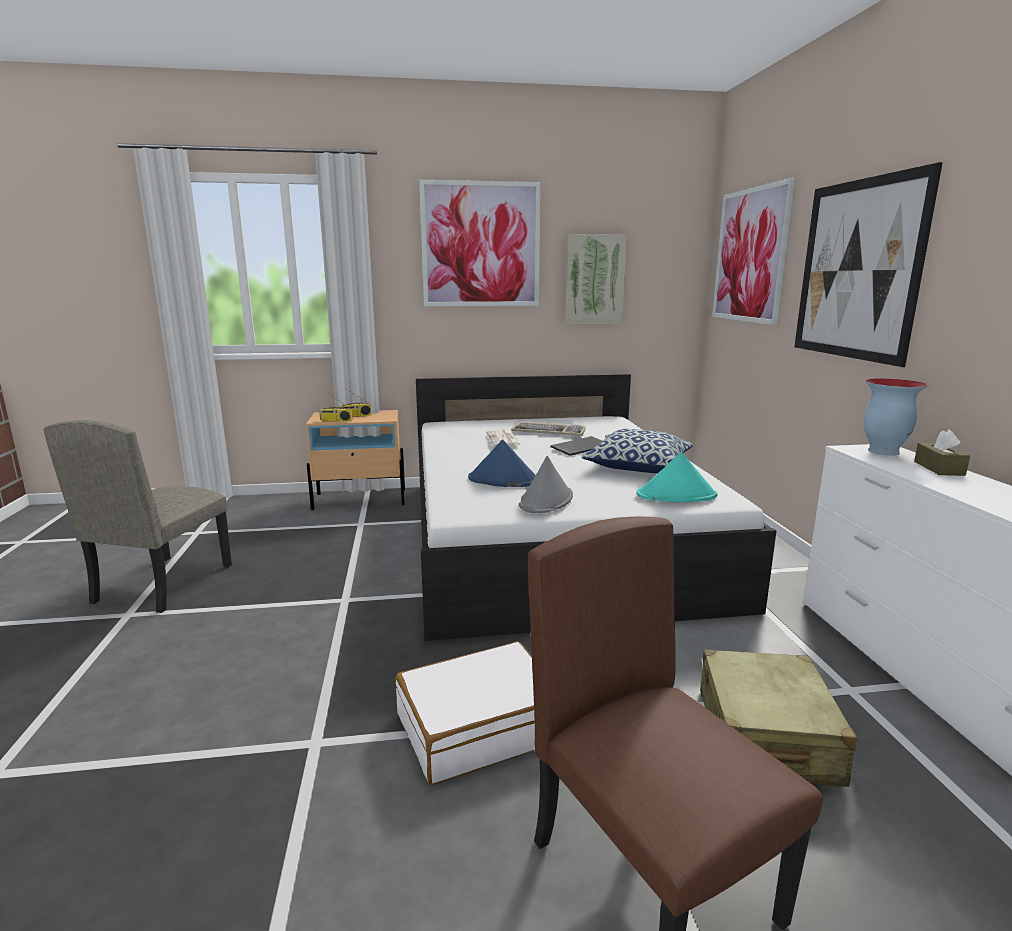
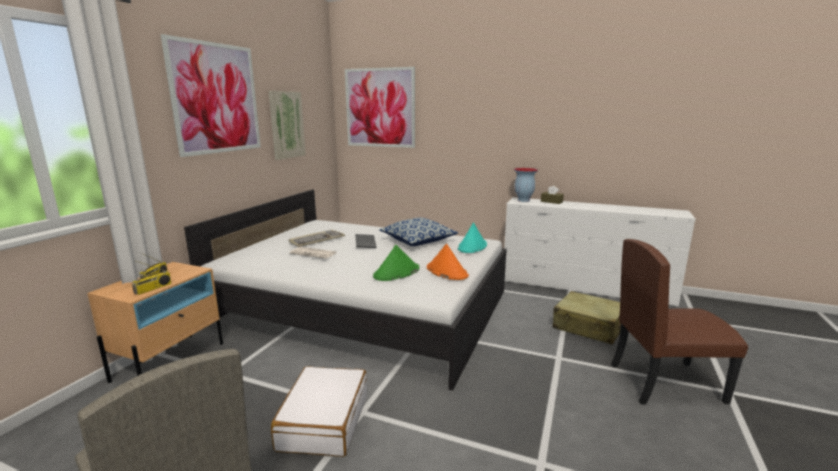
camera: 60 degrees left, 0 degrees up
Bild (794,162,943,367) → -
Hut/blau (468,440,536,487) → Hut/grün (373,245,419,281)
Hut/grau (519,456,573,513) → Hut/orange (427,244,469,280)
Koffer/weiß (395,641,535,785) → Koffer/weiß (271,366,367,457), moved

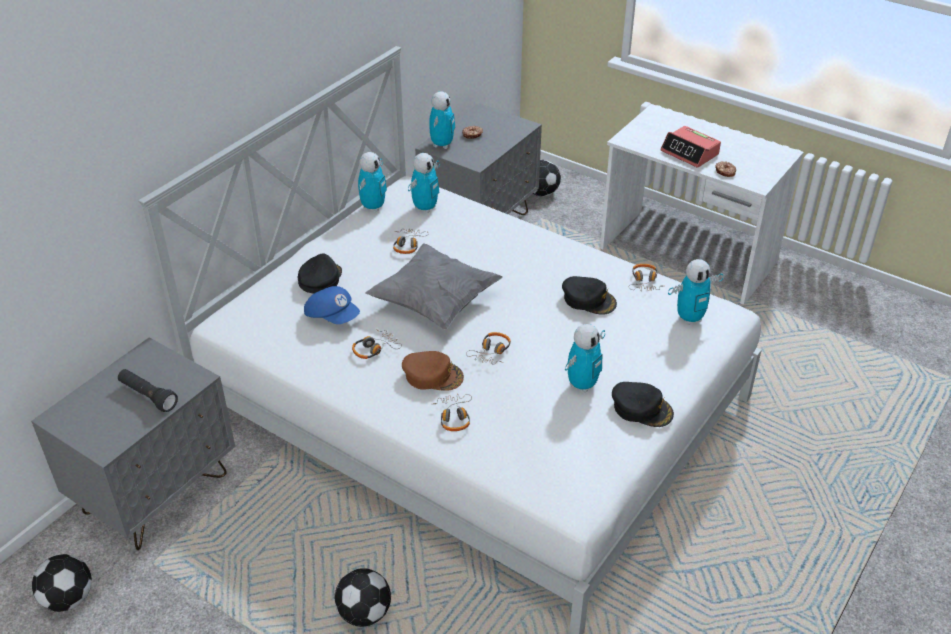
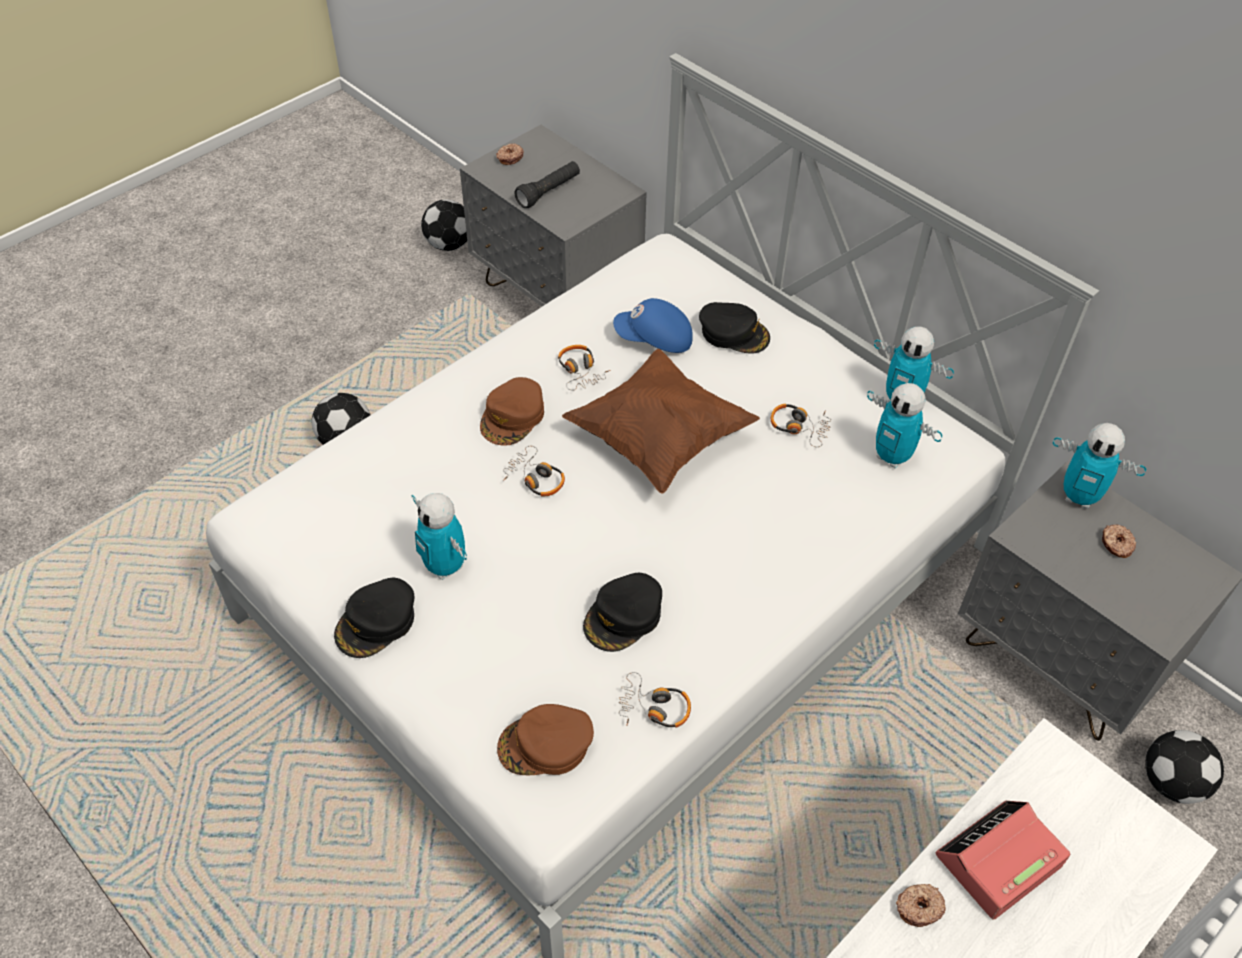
camera: 100 degrees right, 10 degrees up
Kissen/grau (365,243,503,330) → Kissen/braun (562,349,760,494)
Spielzeugroboter (668,259,723,325) → Kappe/braun (497,704,594,775)
Kappe/blau (304,286,360,324) → Kappe/blau (613,298,693,353), 45 degrees clockwise
Kopfhörer (433,394,472,431) → -
- → Donut (496,143,524,165)

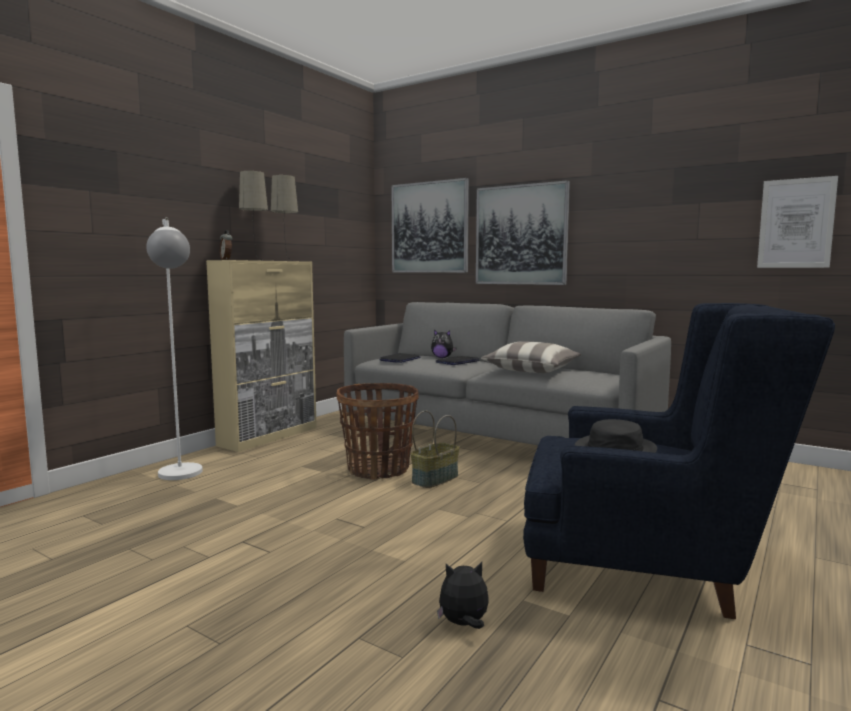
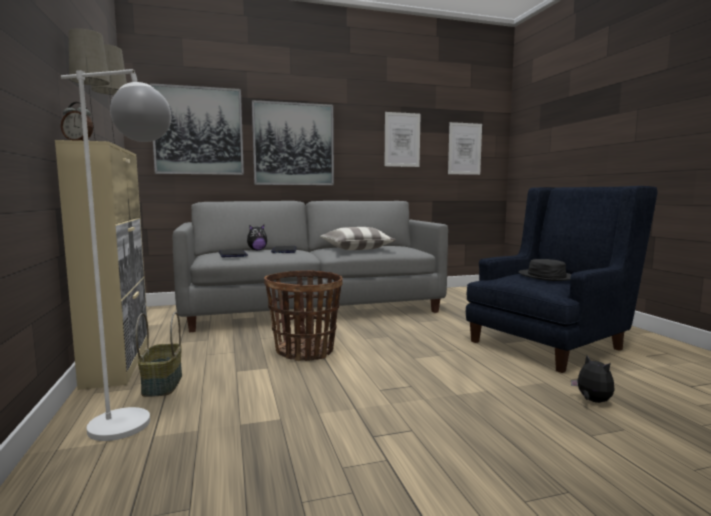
camera: 50 degrees left, 0 degrees up
Korb (410,411,459,488) → Korb (135,312,182,397), moved
Plüschtier (437,562,489,629) → Plüschtier (571,355,614,403), 120 degrees clockwise
- → Bild (385,112,421,167)

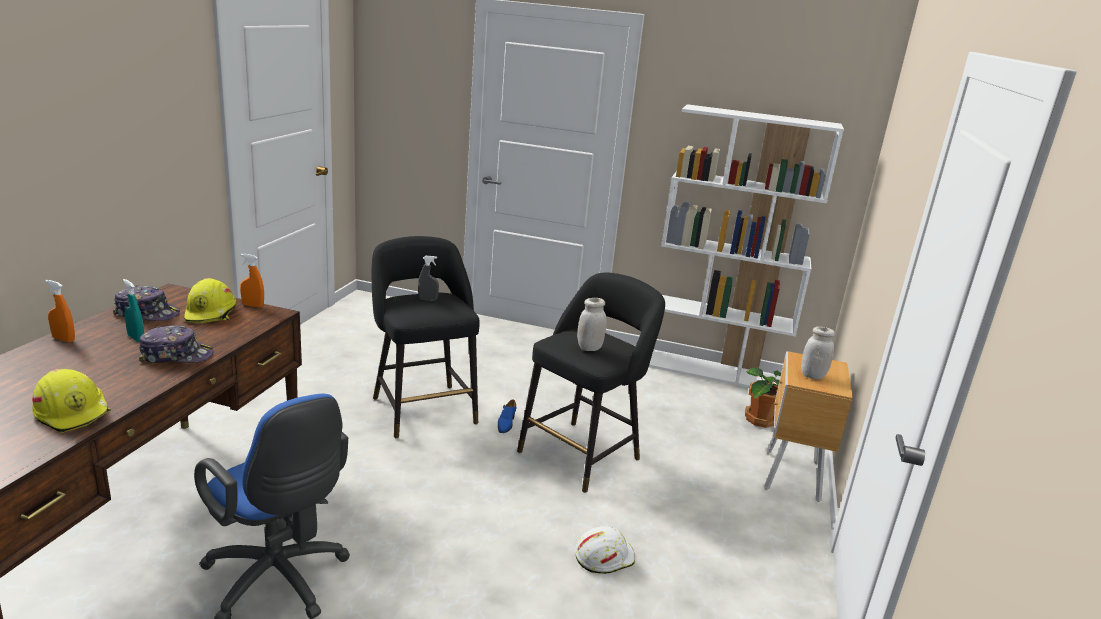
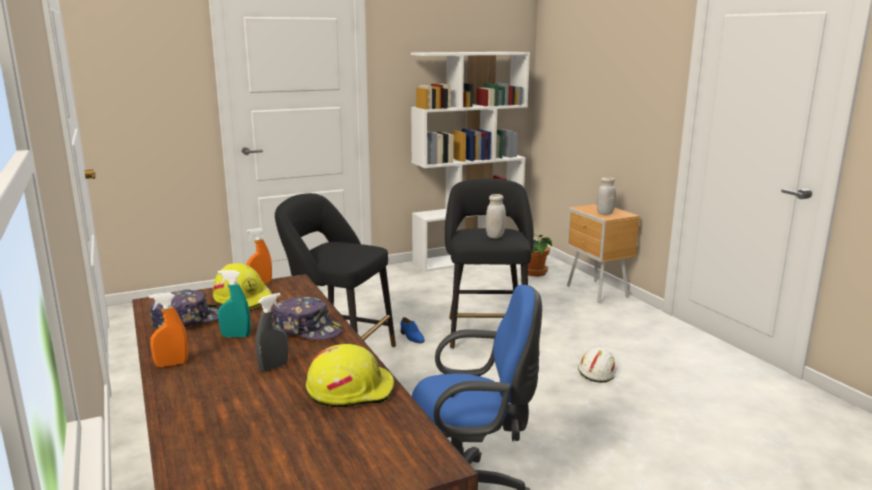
camera: 40 degrees left, 5 degrees down
Sprühflasche/grau (418,256,439,301) → Sprühflasche/grau (255,293,288,372), moved
Kappe (139,325,213,363) → Kappe (272,296,343,340), 75 degrees clockwise

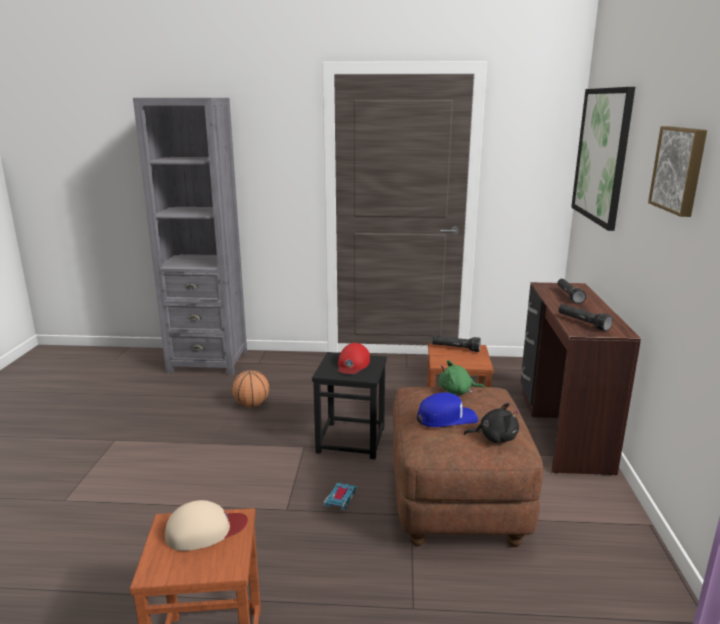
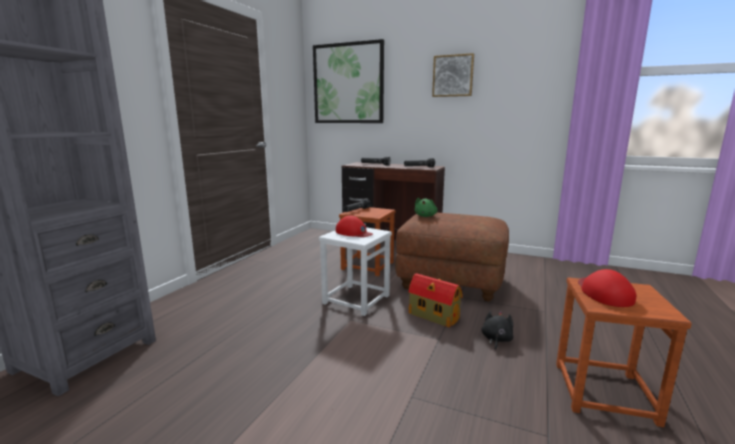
camera: 70 degrees left, 5 degrees down
Hocker/schwarz (312,352,387,459) → Hocker/weiß (319,228,392,316)
Basketball (232,370,269,407) → -
Kappe/blau (417,392,478,427) → -
Plüschtier/schwarz (464,403,519,443) → Plüschtier/schwarz (482,311,513,351), moved
Spielzeugauto (324,483,358,510) → Spielzeughaus (408,273,463,327)
Kappe/beige (165,500,248,551) → Kappe/rot (578,269,636,307)

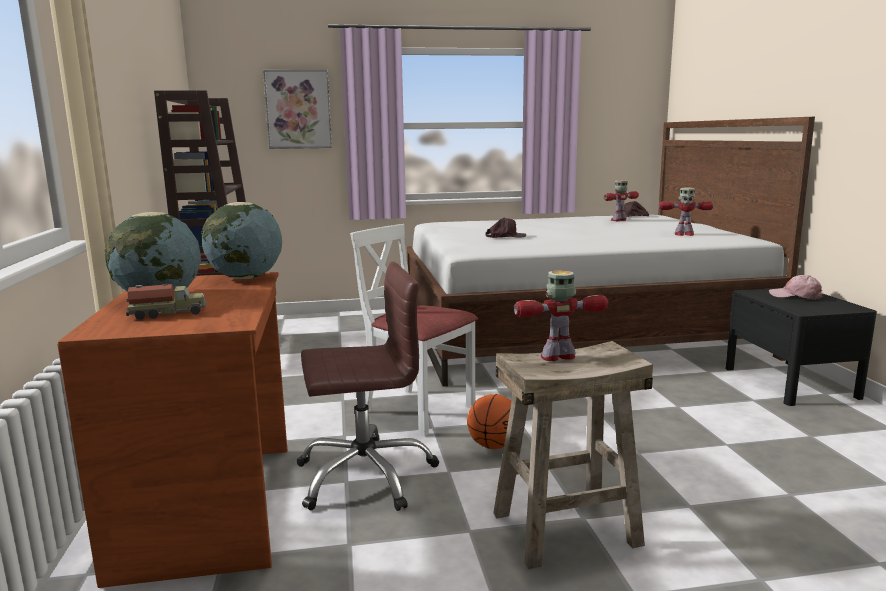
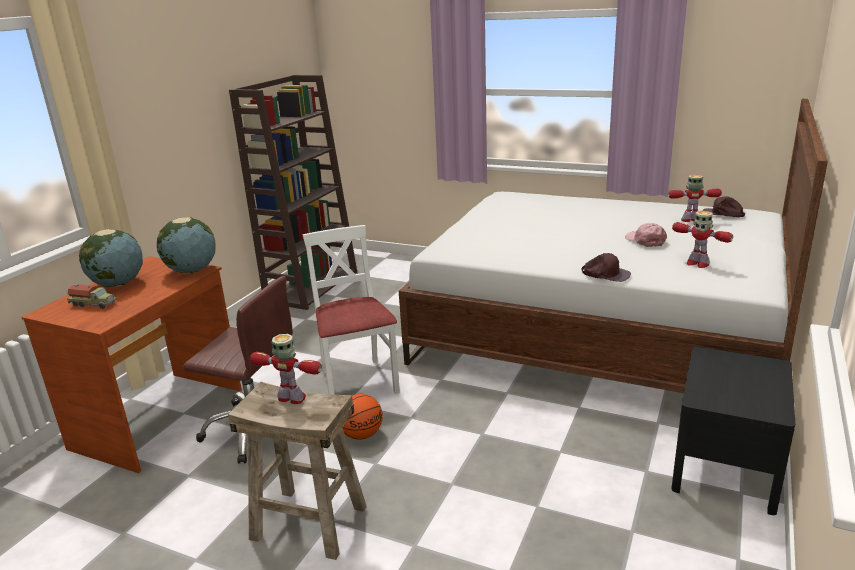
camera: 35 degrees right, 10 degrees up
Bild (263,70,332,149) → -
Kappe/braun (485,218,526,238) → Kappe/braun (582,253,631,282), moved
Kappe/rosa (769,275,823,300) → Kappe/rosa (625,223,667,247), moved

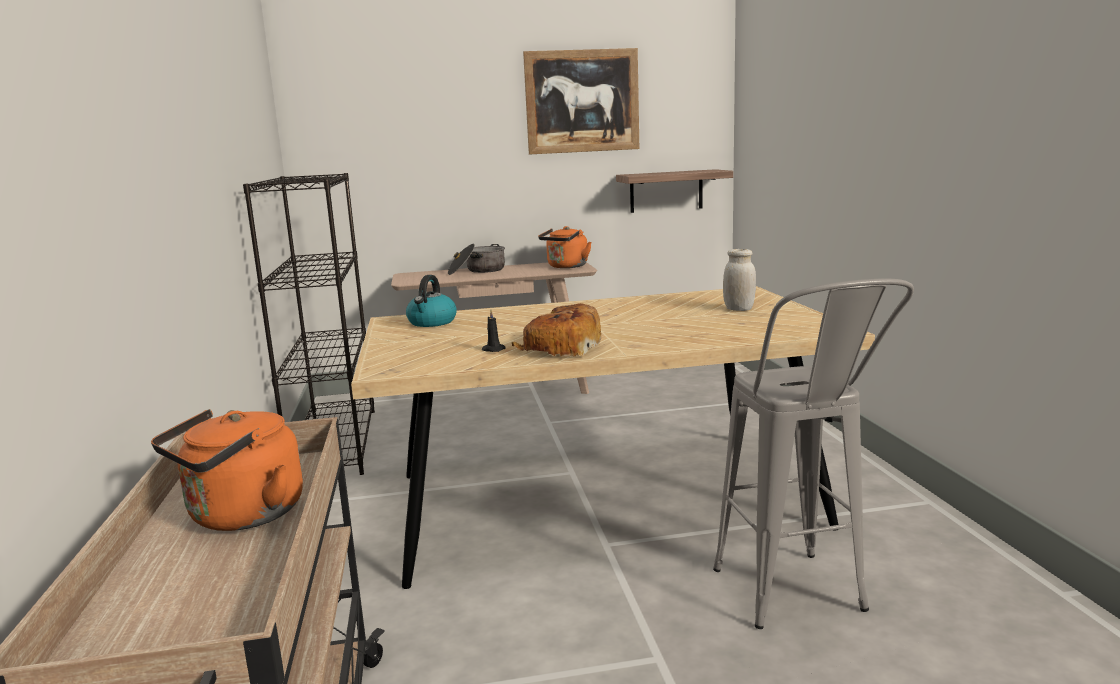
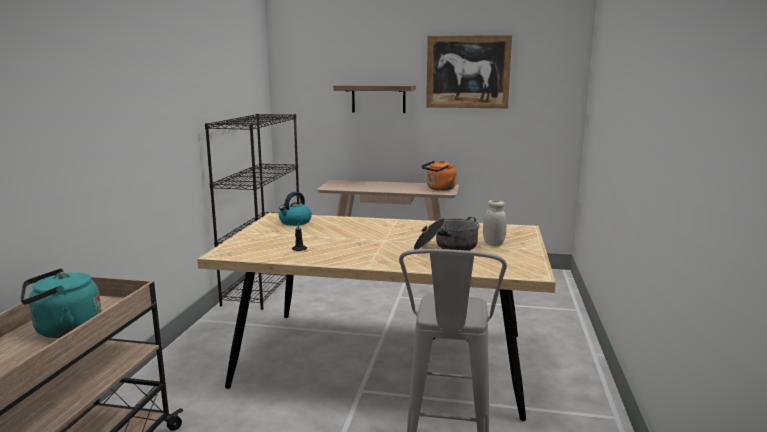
camera: 20 degrees right, 0 degrees up
Wandregal (616,169,733,213) → Wandregal (333,85,416,113), moved
Kochtopf (448,244,505,275) → Kochtopf (414,217,480,251), moved
Brot (512,303,601,357) → -
Wasserkessel/orange (151,409,303,531) → Wasserkessel/türkis (20,268,102,338)

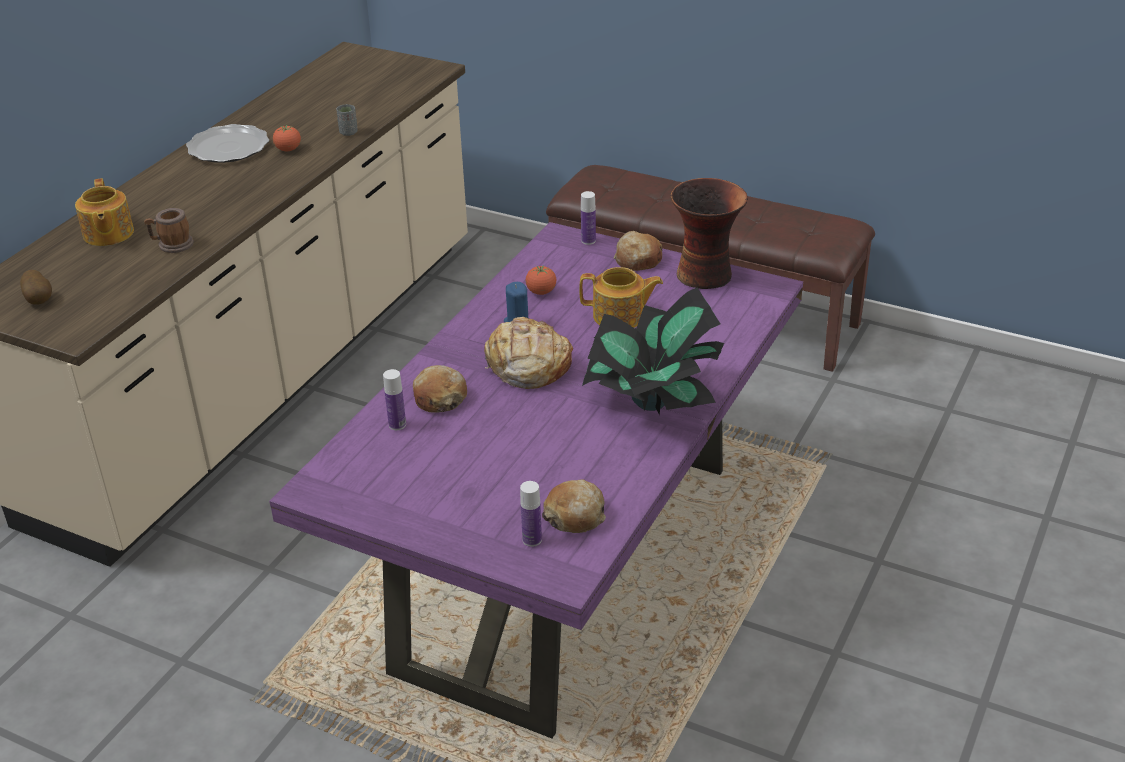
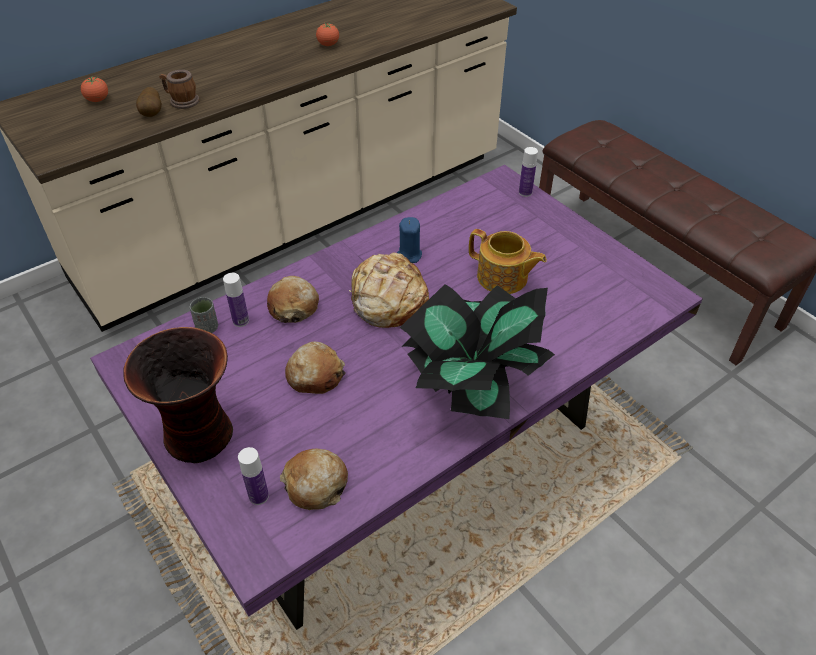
camera: 25 degrees right, 10 degrees up
Tasse/grau (336,104,358,136) → Tasse/grau (189,297,218,333), moved
Teller (186,124,269,163) → -
Teekanne (75,178,134,246) → -
Vase (671,178,748,289) → Vase (123,327,233,463), moved
Brot (614,231,662,271) → Brot (285,342,346,394), moved
Tomate (526,265,556,295) → Tomate (81,77,108,102), moved
Kartoffel (20,270,52,305) → Kartoffel (136,87,162,117), moved

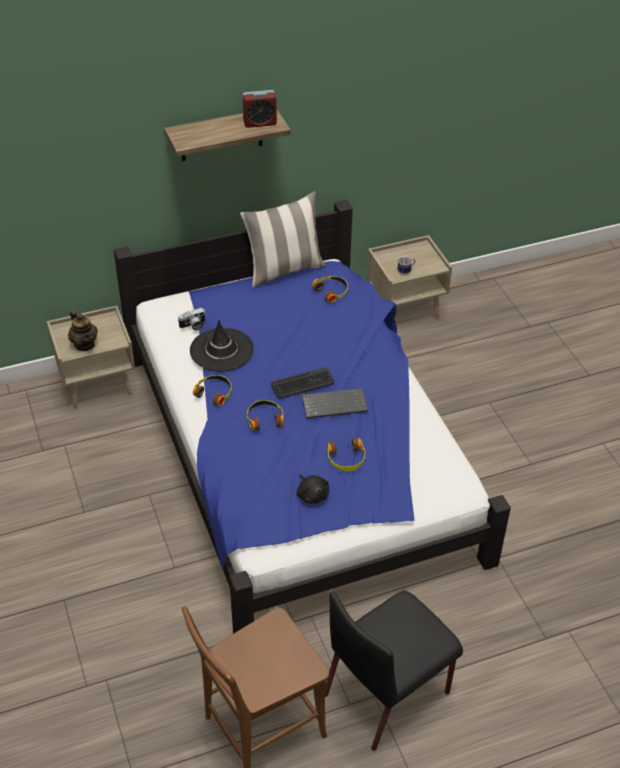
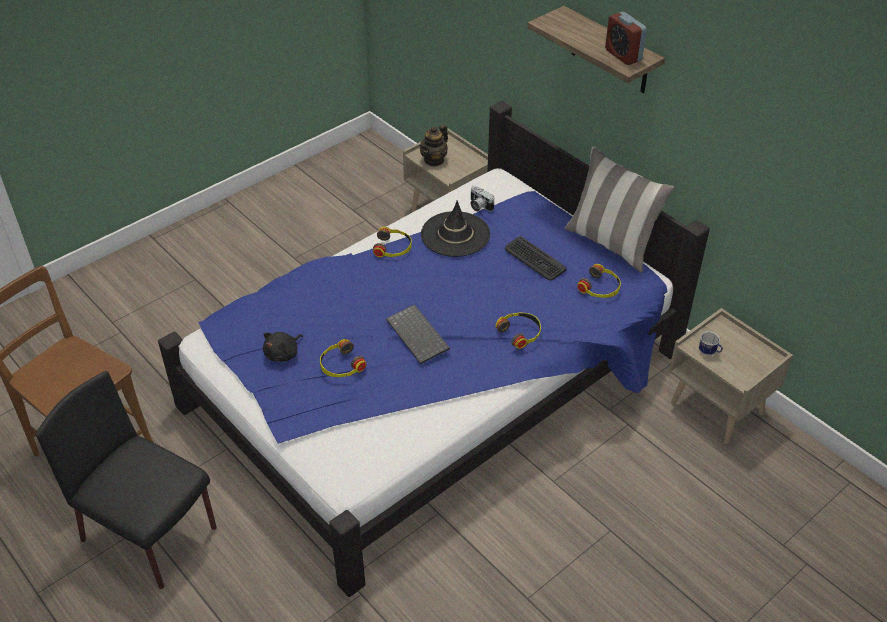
camera: 70 degrees right, 0 degrees up
Tastatur (271,367,334,398) → Tastatur (505,236,567,281), moved
Kopfhörer (247,400,284,431) → Kopfhörer (495,313,541,349), moved

